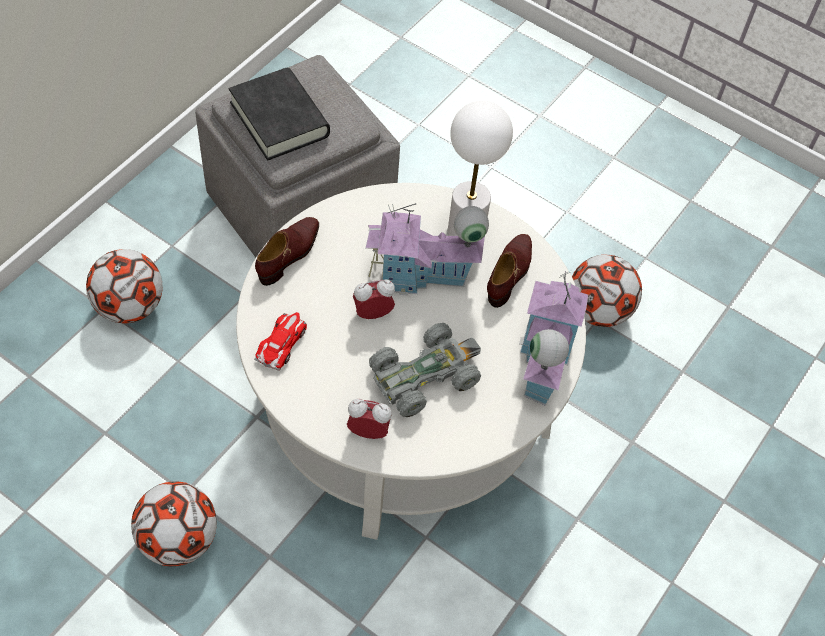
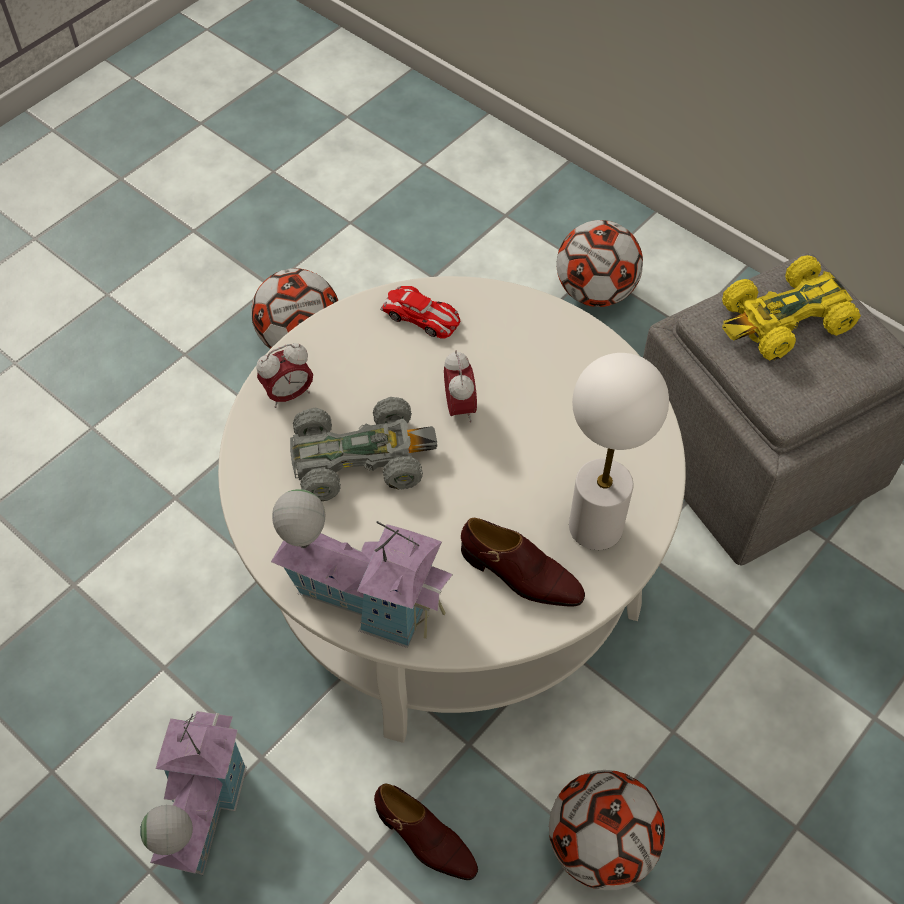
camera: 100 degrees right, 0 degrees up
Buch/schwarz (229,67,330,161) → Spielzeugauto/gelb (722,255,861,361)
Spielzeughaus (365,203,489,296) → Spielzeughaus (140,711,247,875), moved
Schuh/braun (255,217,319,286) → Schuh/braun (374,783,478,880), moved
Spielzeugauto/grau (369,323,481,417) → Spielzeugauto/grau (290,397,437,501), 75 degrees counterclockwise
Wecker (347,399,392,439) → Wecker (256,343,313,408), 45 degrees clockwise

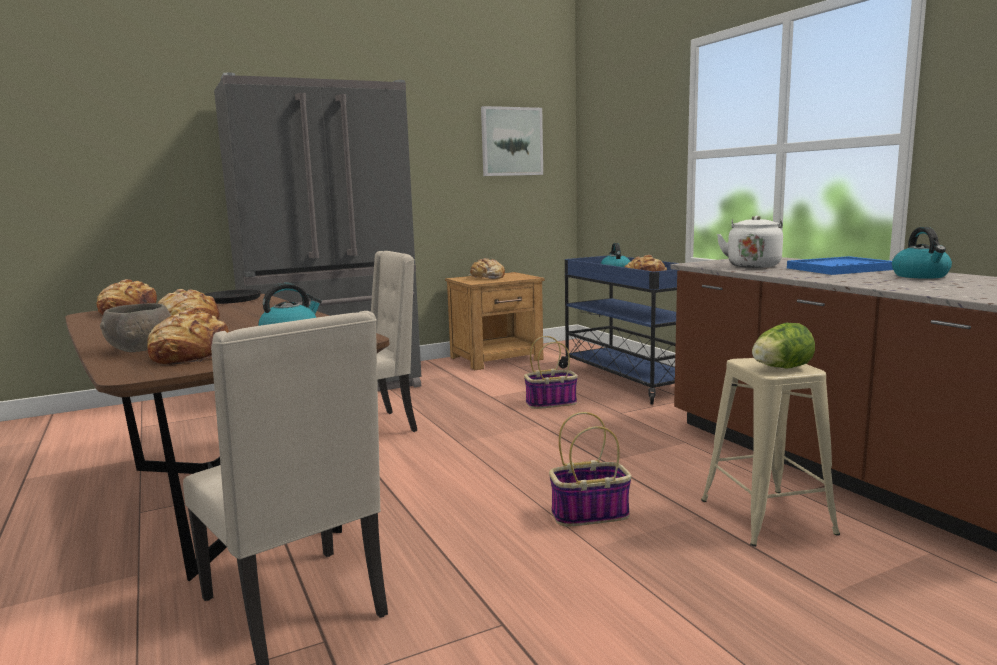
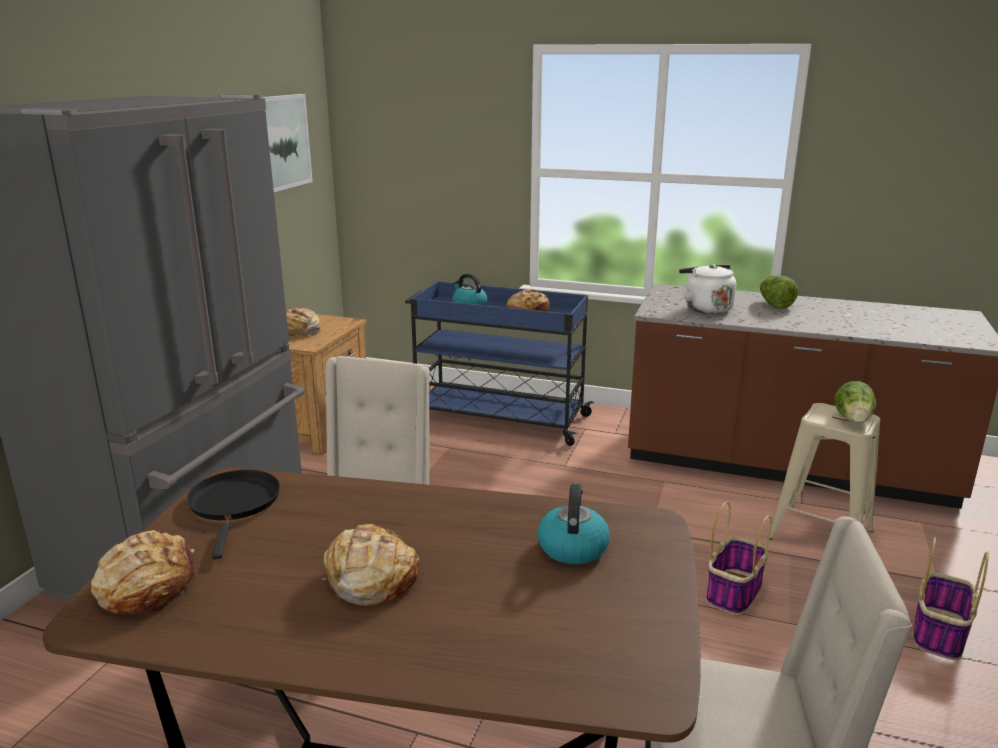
camera: 45 degrees left, 10 degrees up
Wasserkessel (892,227,952,279) → -
Tablett/blau (787,256,893,275) → Salatkopf (760,275,798,309)
Schüssel/grau (100,303,171,352) → -
Brot (147,310,229,364) → -
Korb (524,336,578,409) → Korb (914,537,989,660), moved

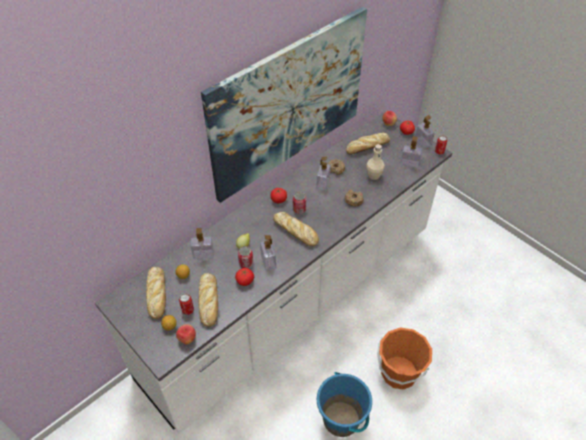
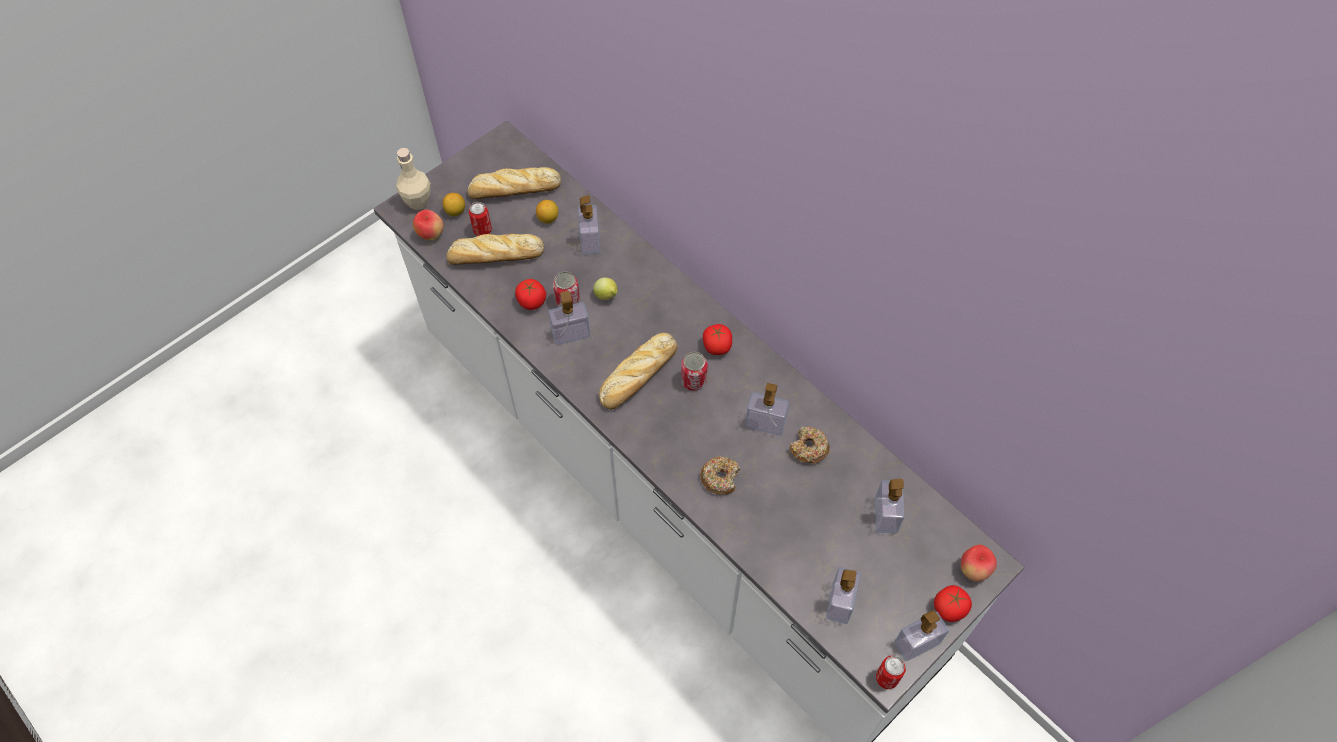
camera: 90 degrees right, 10 degrees up
Bild (201,7,367,203) → -
Brot (346,133,390,155) → Seifenspender (875,479,904,534)
Flasche/beige (366,144,385,180) → Flasche/beige (396,148,431,210), moved
Eimer/orange (377,328,432,389) → -
Eimer/blau (317,372,372,437) → -

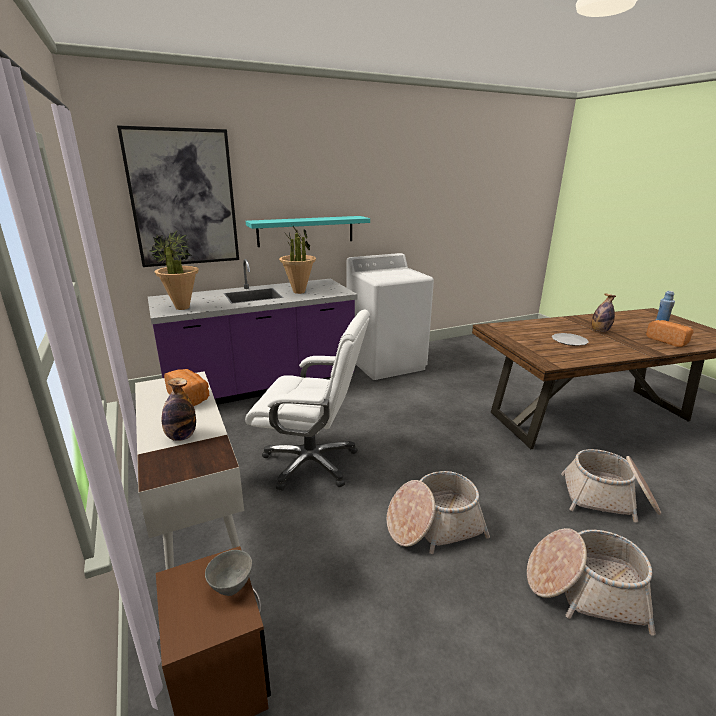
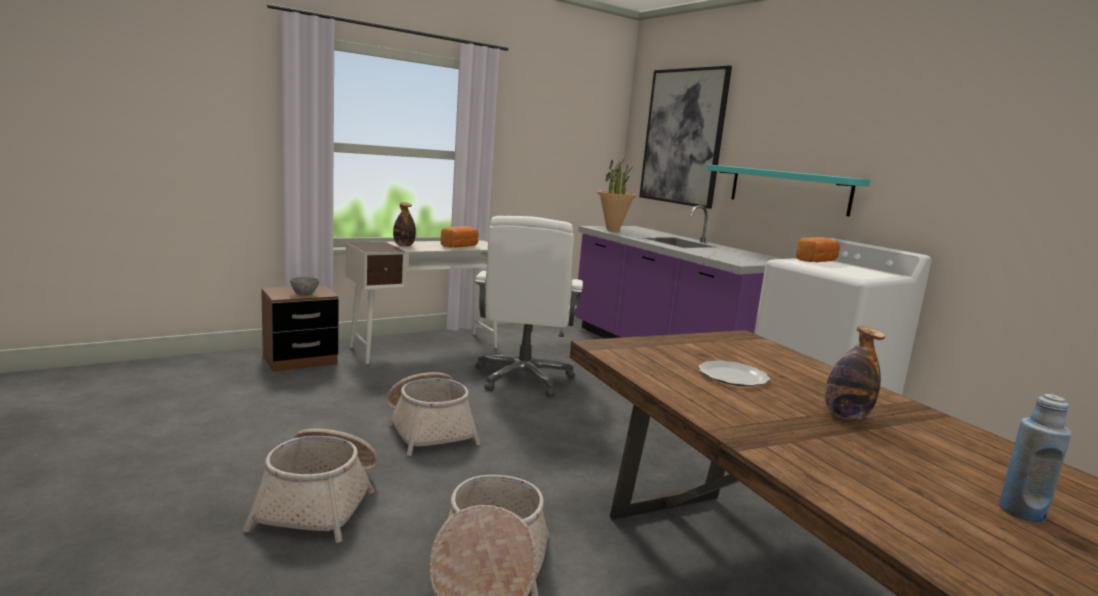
camera: 80 degrees right, 10 degrees down
Topfpflanze (279,226,316,294) → -
Brot (646,320,693,347) → Brot (796,237,840,262), moved

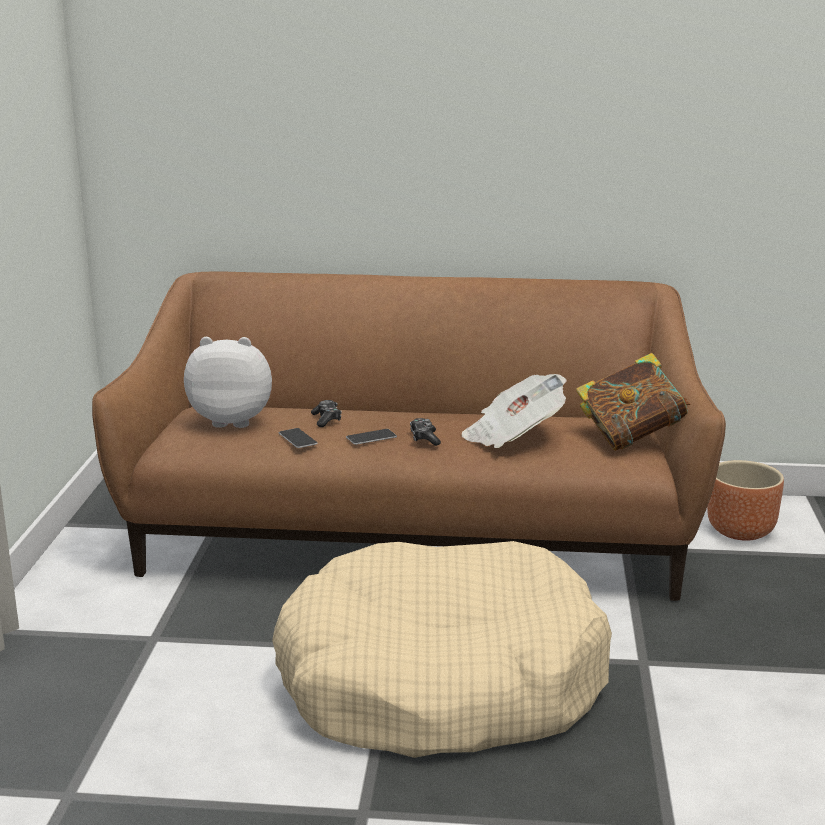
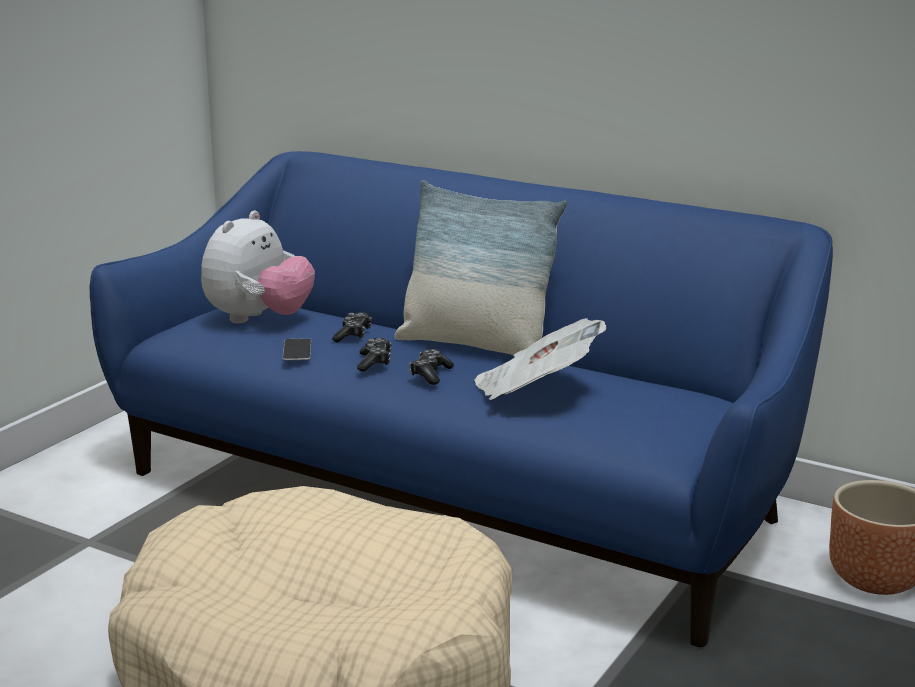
camera: 25 degrees right, 0 degrees up
Sofa/braun (92,271,726,601) → Sofa/blau (89,151,833,647)
Plüschtier (184,337,272,428) → Plüschtier (201,211,315,323), 90 degrees clockwise
Buch (576,353,690,451) → -
Handy (346,429,397,445) → Gamepad (357,338,392,372)
- → Kissen (394,181,567,355)

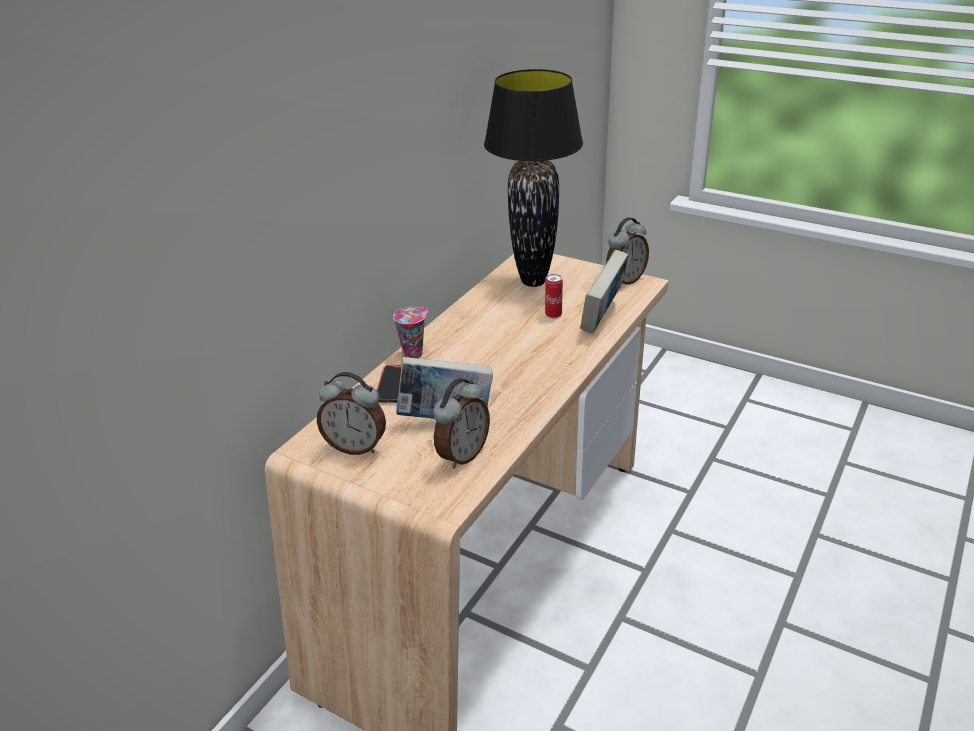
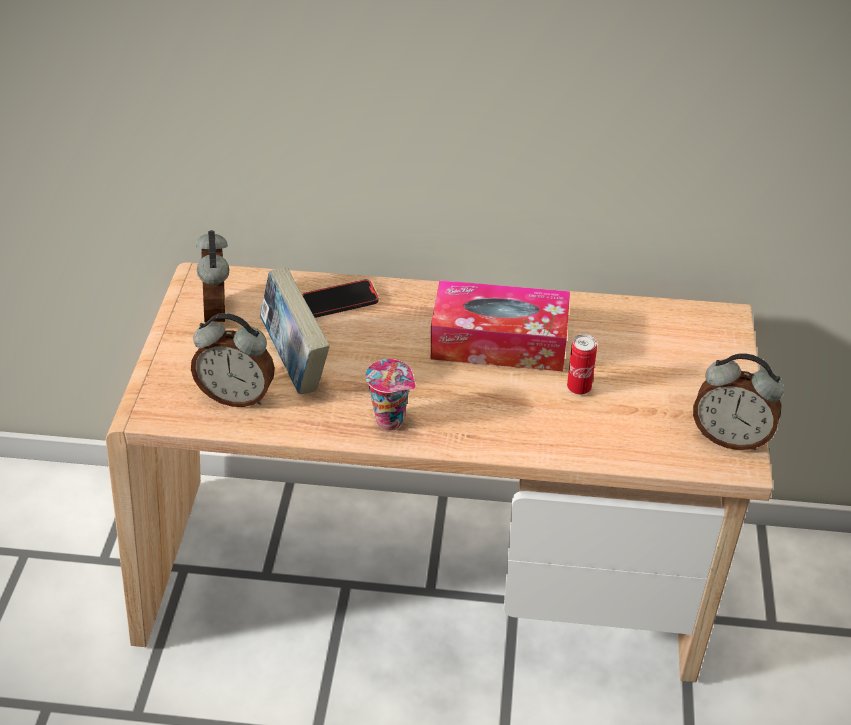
camera: 65 degrees right, 10 degrees up
Tischlampe/schwarz (484,69,583,287) → -
Buch (581,250,629,334) → -
Tasse (393,307,429,358) → Tasse (365,359,416,431), moved
- → Taschentuchbox (431,280,570,372)

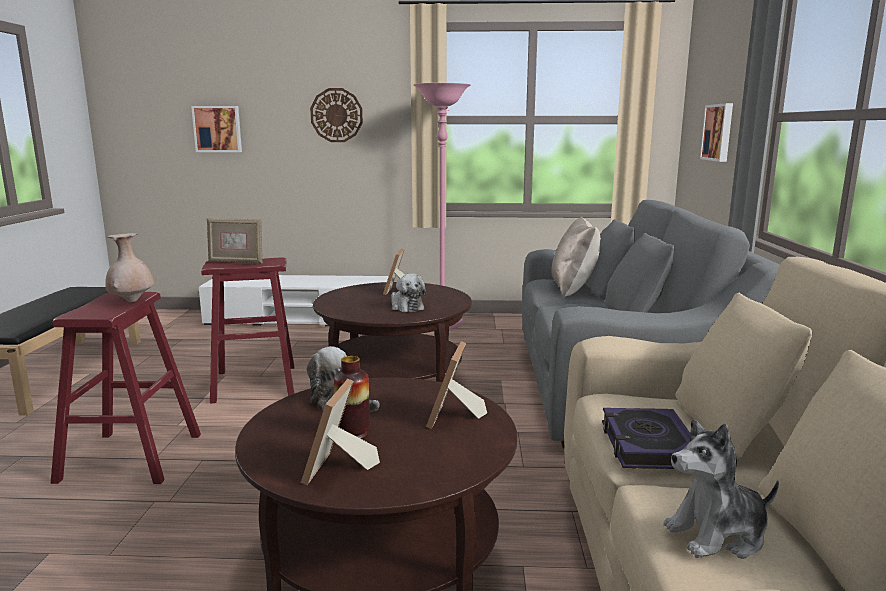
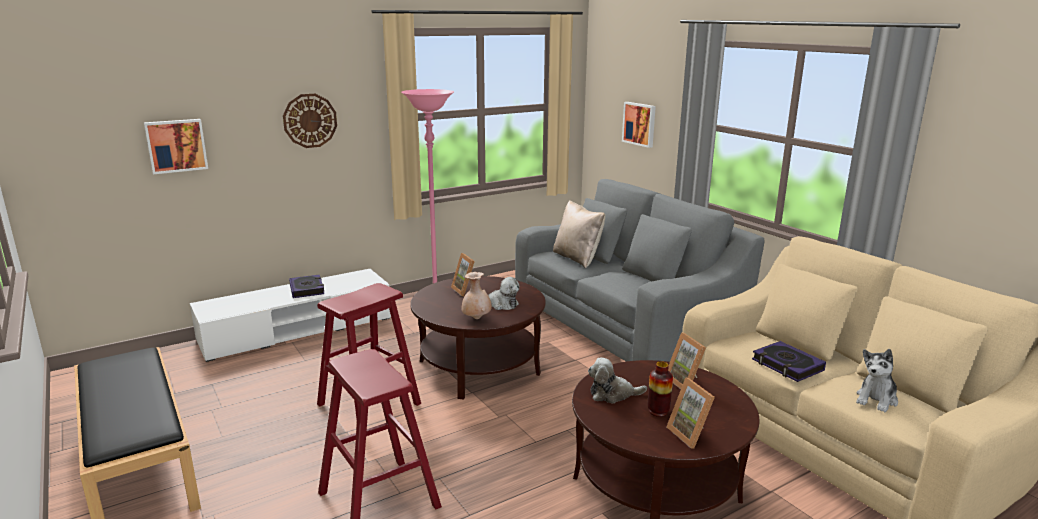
camera: 35 degrees left, 5 degrees up
Bilderrahmen (207,218,263,263) → -
Vase/beige (105,233,154,302) → Vase/beige (461,272,492,319), moved
- → Buch (289,275,324,298)

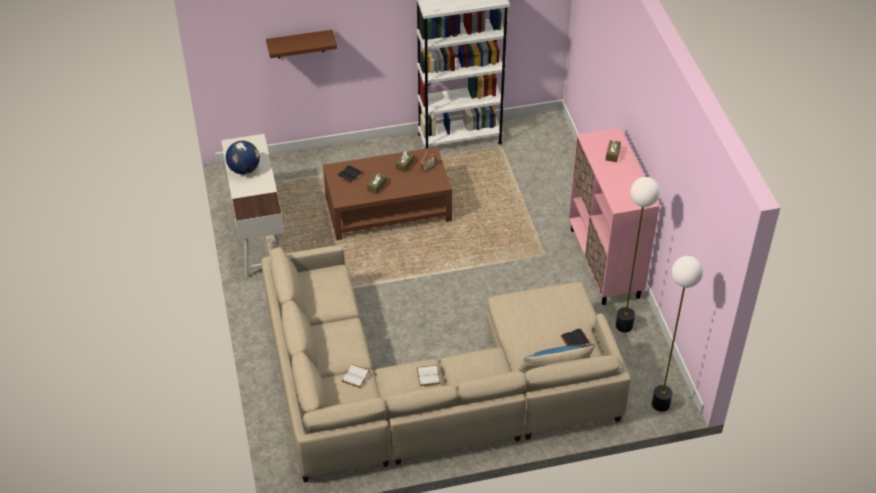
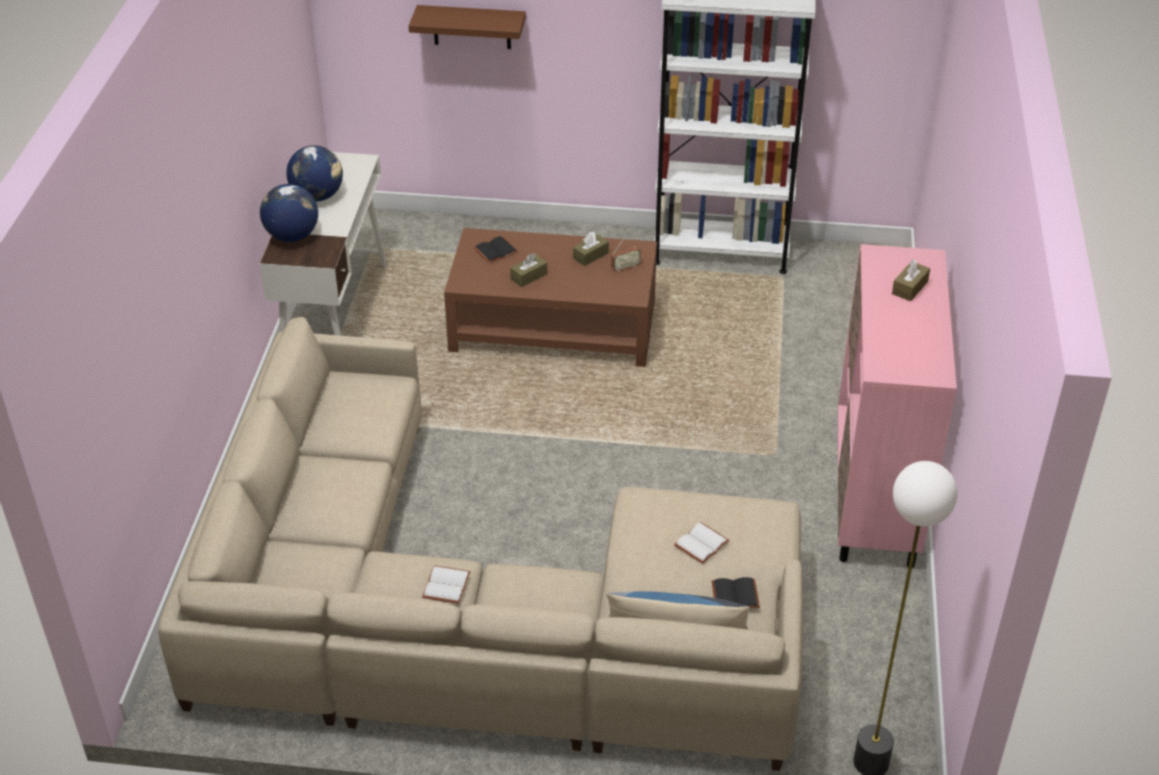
camera: 20 degrees right, 5 degrees down
Stehlampe (616,177,660,333) → -
Buch/weiß (342,364,370,388) → Buch/weiß (674,522,730,564), moved
- → Globus (260,184,318,242)

